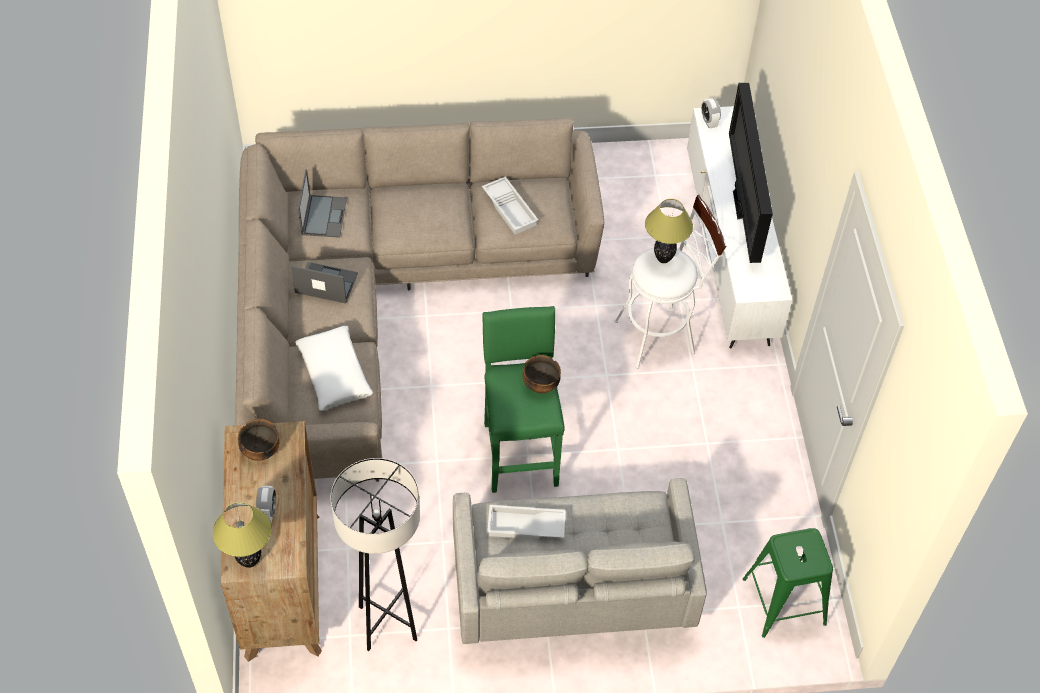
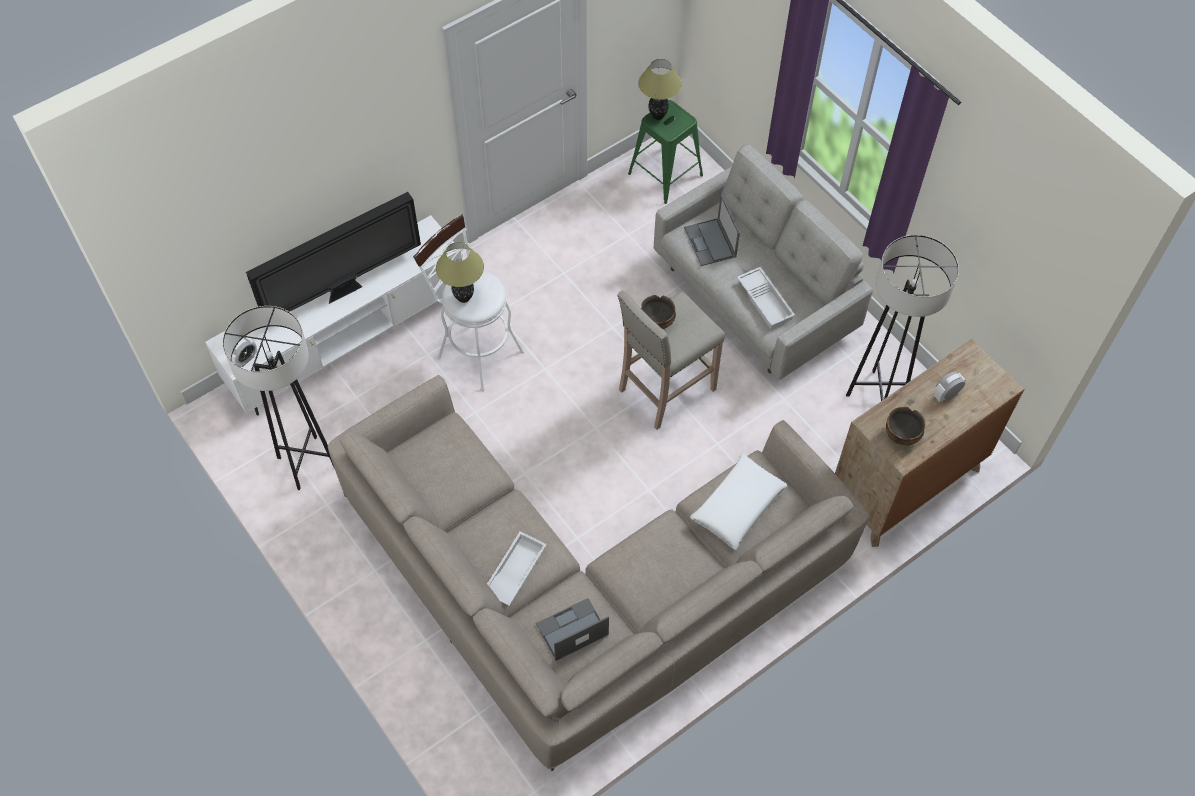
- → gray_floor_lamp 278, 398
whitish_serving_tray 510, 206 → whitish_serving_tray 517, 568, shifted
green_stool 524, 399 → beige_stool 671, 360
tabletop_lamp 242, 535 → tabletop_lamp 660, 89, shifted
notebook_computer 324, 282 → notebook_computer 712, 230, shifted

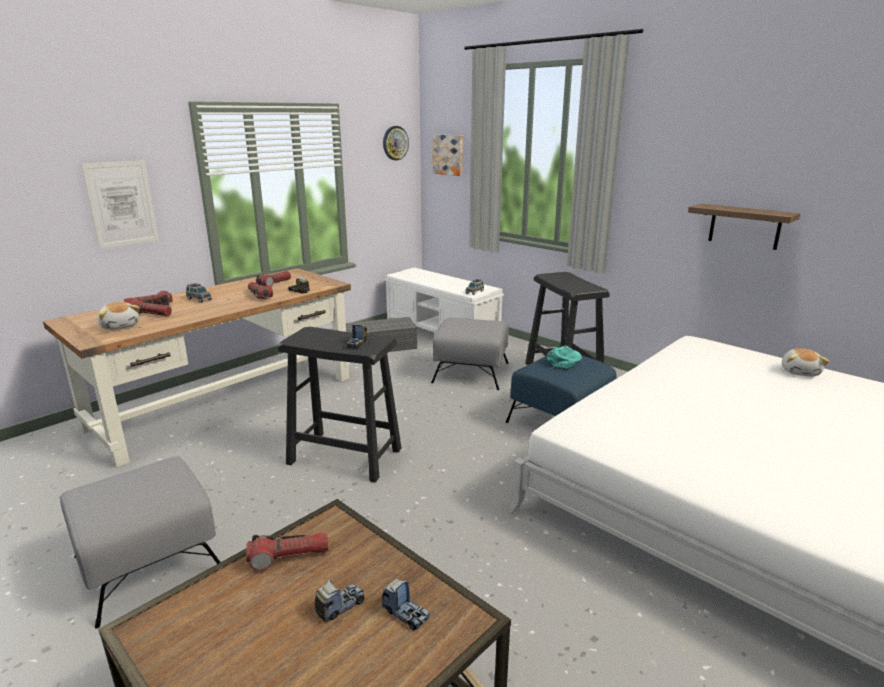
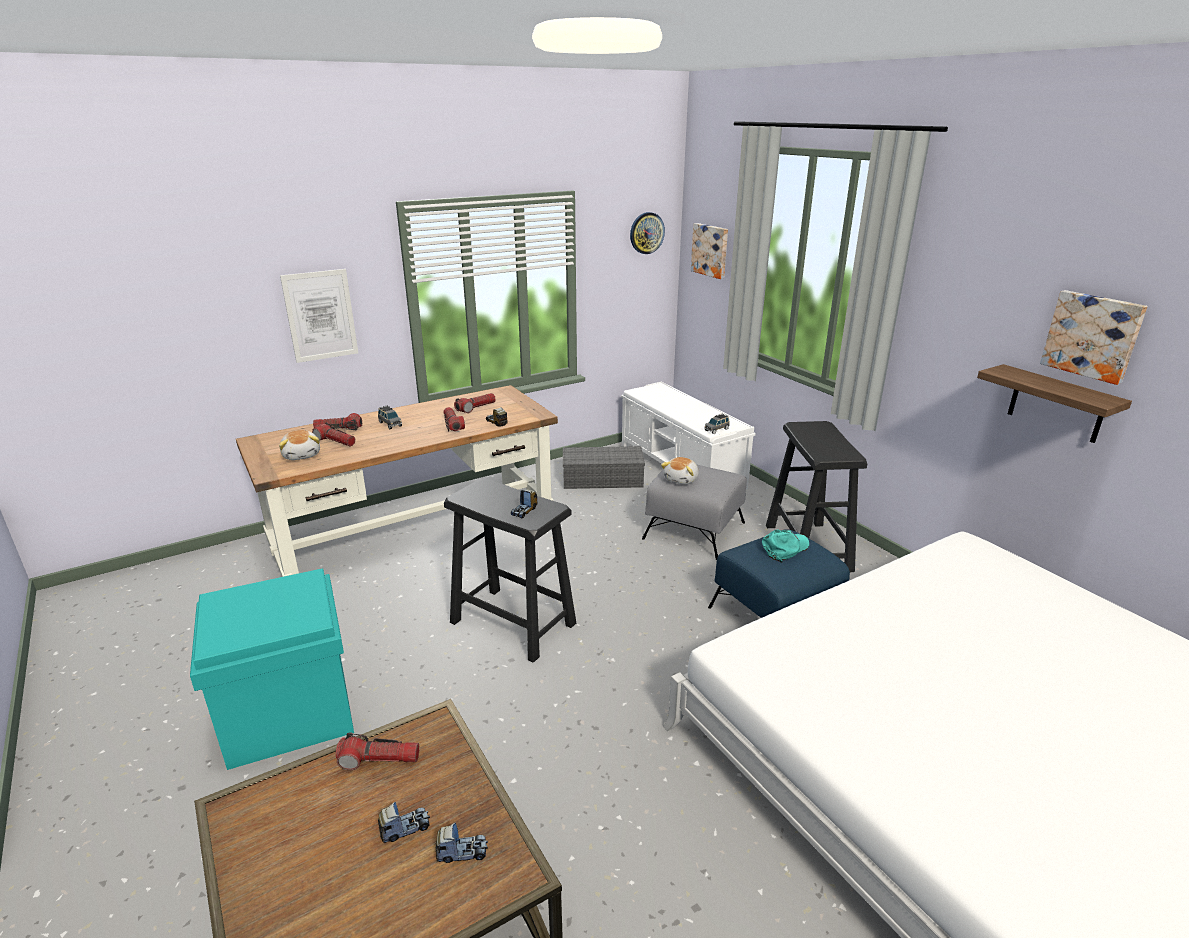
gray_ottoman 140, 542 → turquoise-coloured_storage_box 272, 669
toy_truck 406, 605 → toy_truck 462, 843, 60 degrees counterclockwise
soft_toy 805, 362 → soft_toy 680, 470, shifted
- → picture 1093, 337

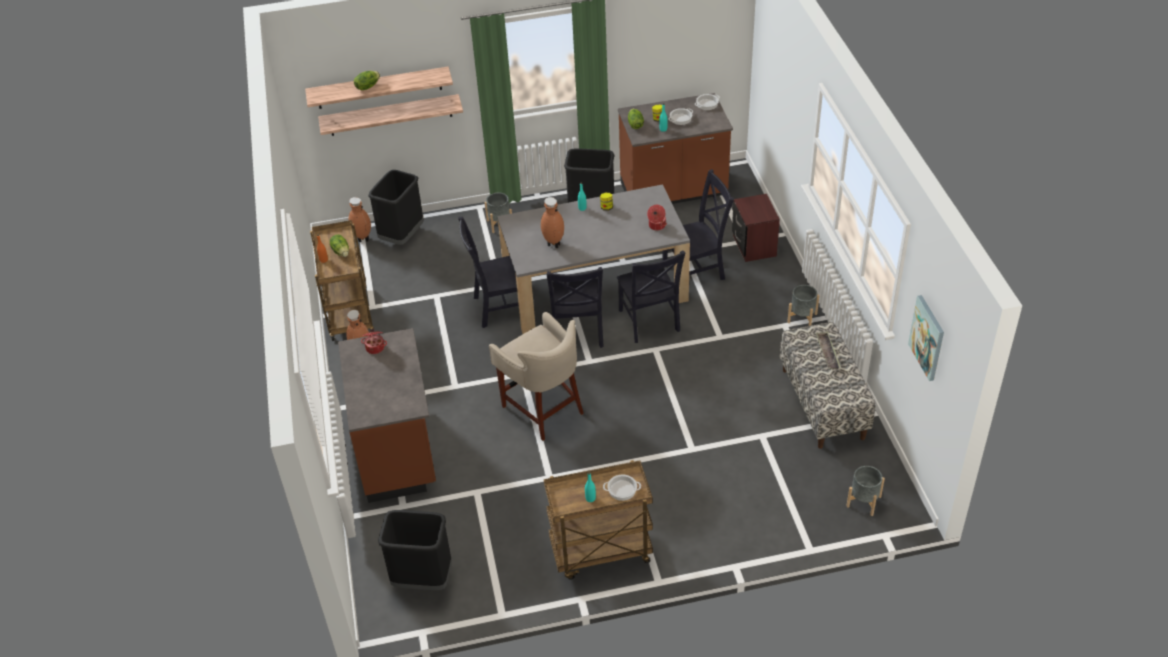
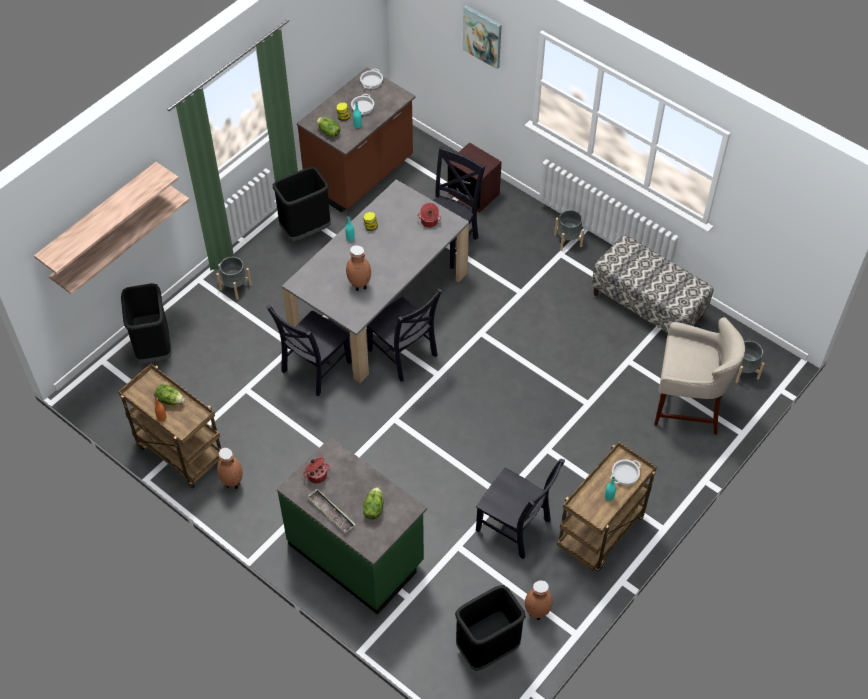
brown-coloured_kitchen_counter 387, 415 → green_kitchen_counter 352, 526
serving_tray 828, 351 → serving_tray 331, 511, shifted
lettuce_head 367, 80 → lettuce_head 373, 503, shifted
picture 926, 338 → picture 482, 37, shifted
black_chair 651, 297 → black_chair 520, 509, shifted
brown-coloured_flower_vase 359, 219 → brown-coloured_flower_vase 539, 600, shifted
beige_stool 536, 376 → beige_stool 699, 376, shifted

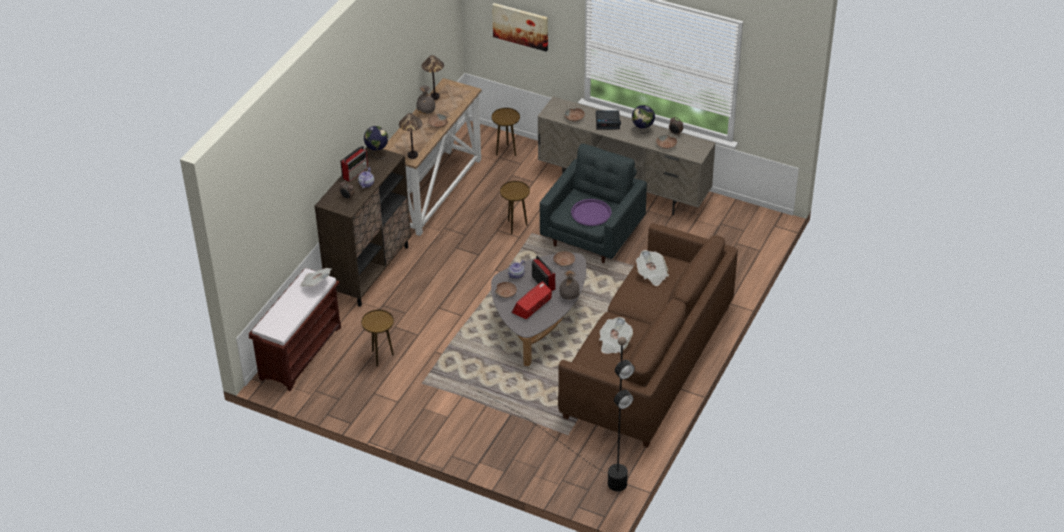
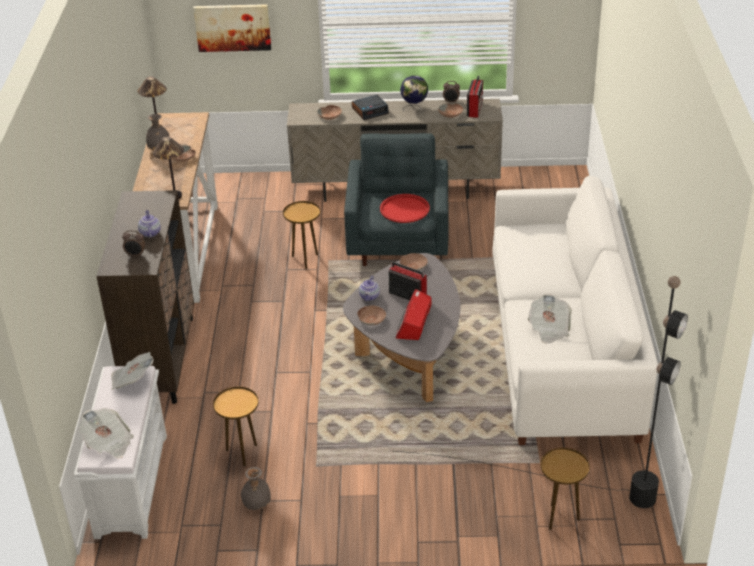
brown-coloured_bench 295, 329 → whitish_bench 120, 452
printed_paper 652, 268 → printed_paper 106, 433, shifted
gray_flower_vase 569, 285 → gray_flower_vase 256, 488, shifted
purplish_serving_tray 591, 212 → red_serving_tray 405, 208
radio_set 354, 163 → radio_set 475, 97, shifted
brown-coloured_settee 648, 335 → whitish_settee 575, 310
brown-coloured_end_table 506, 132 → brown-coloured_end_table 565, 489, shifted
desk_globe 376, 142 → -

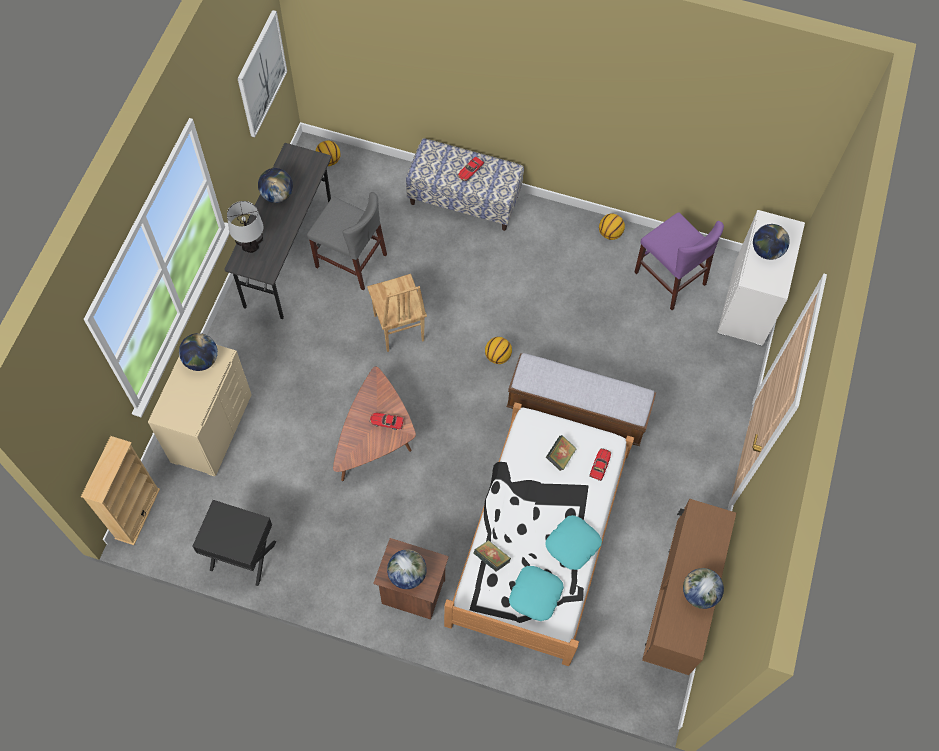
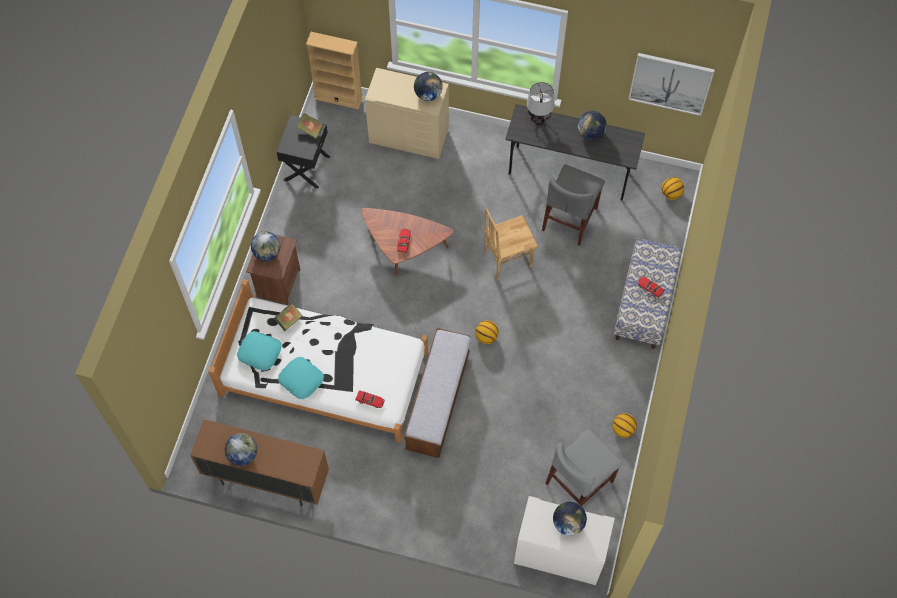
volume 561, 453 → volume 310, 125, shifted
purplish_chair 679, 261 → gray_chair 584, 468

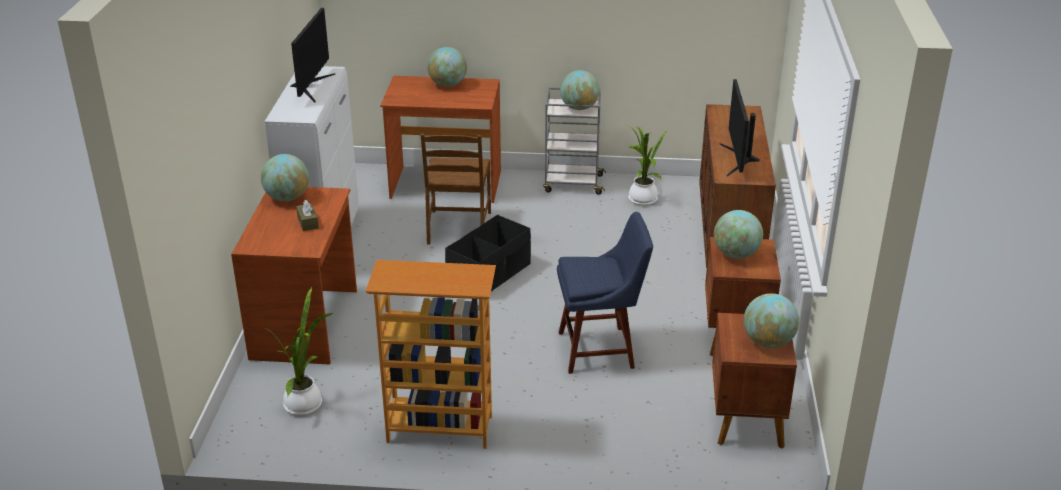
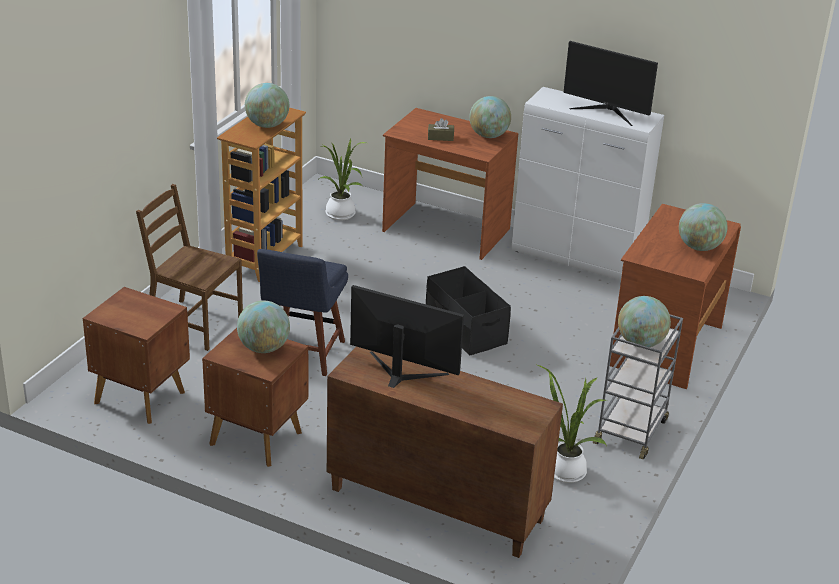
brown-coloured_chair 456, 189 → brown-coloured_chair 189, 267, shifted
desk_globe 771, 320 → desk_globe 267, 105, shifted

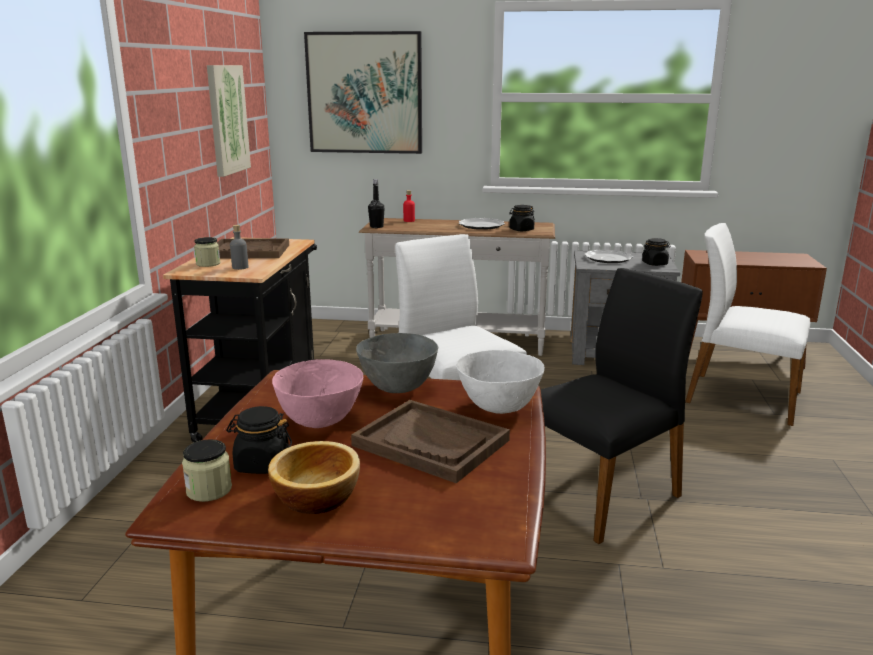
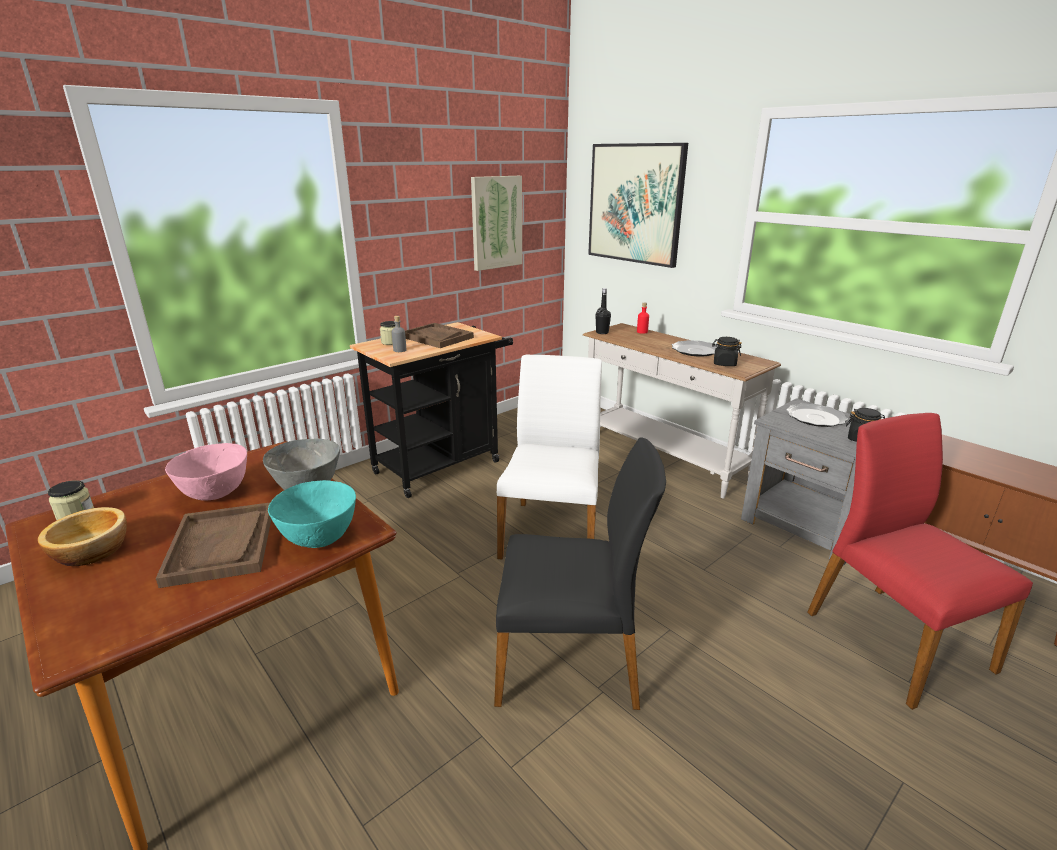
whitish_bowl 500, 382 → turquoise-coloured_bowl 312, 514
whitish_chair 747, 324 → red_chair 920, 561
black_storage_jar 259, 440 → -

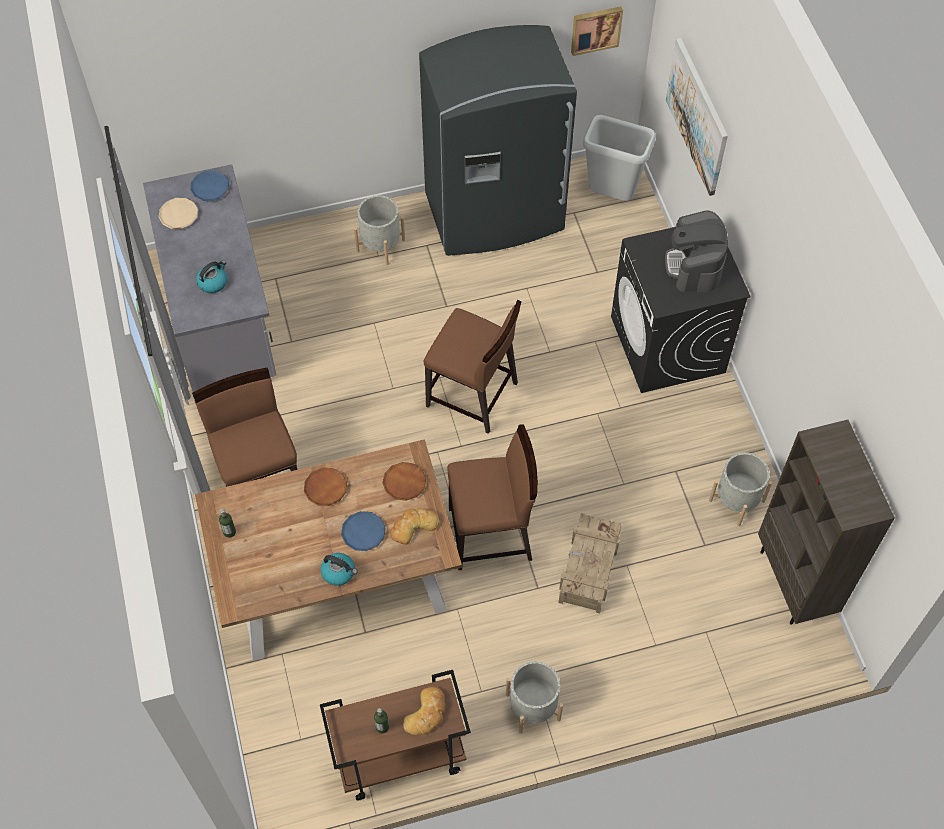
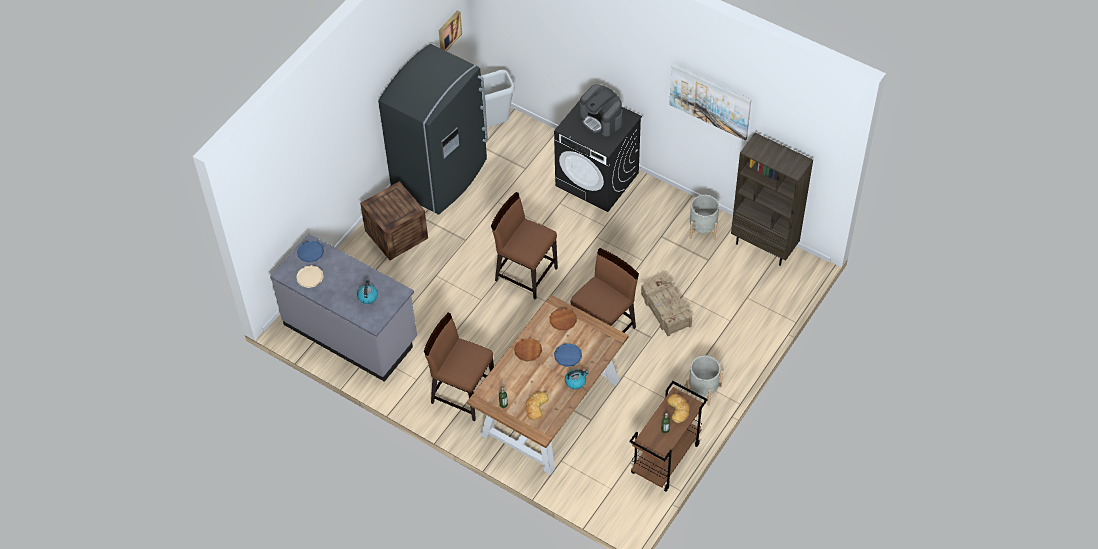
gray_plant_pot 379, 230 → shipping_crate 394, 220
brown-coloured_chair 472, 367 → brown-coloured_chair 524, 246, 135 degrees counterclockwise
bakery_bread 414, 526 → bakery_bread 536, 406, shifted
picture 697, 117 → picture 710, 102, shifted

